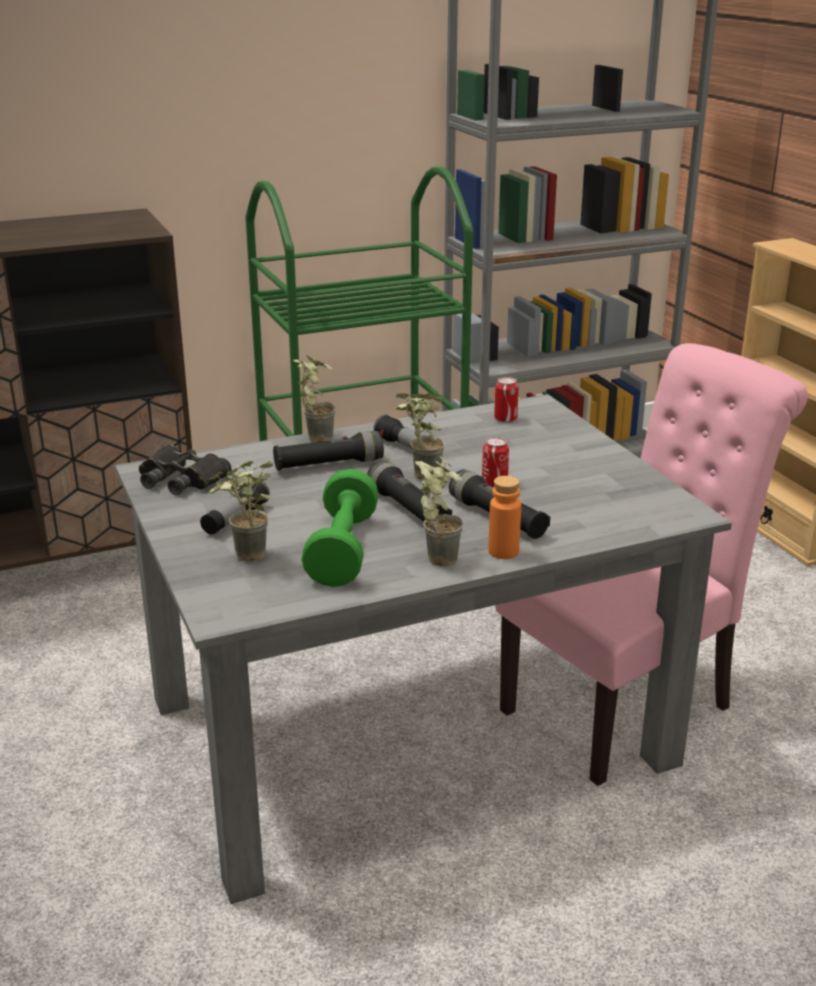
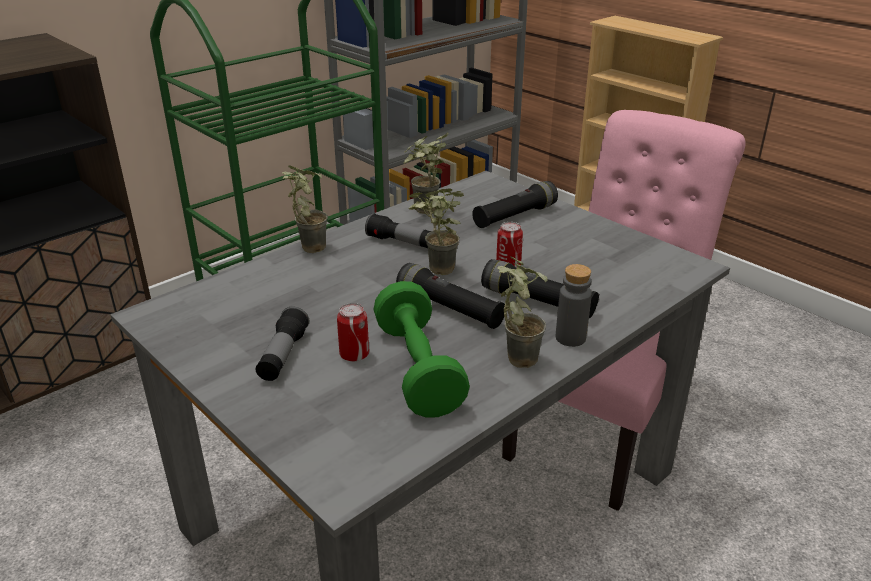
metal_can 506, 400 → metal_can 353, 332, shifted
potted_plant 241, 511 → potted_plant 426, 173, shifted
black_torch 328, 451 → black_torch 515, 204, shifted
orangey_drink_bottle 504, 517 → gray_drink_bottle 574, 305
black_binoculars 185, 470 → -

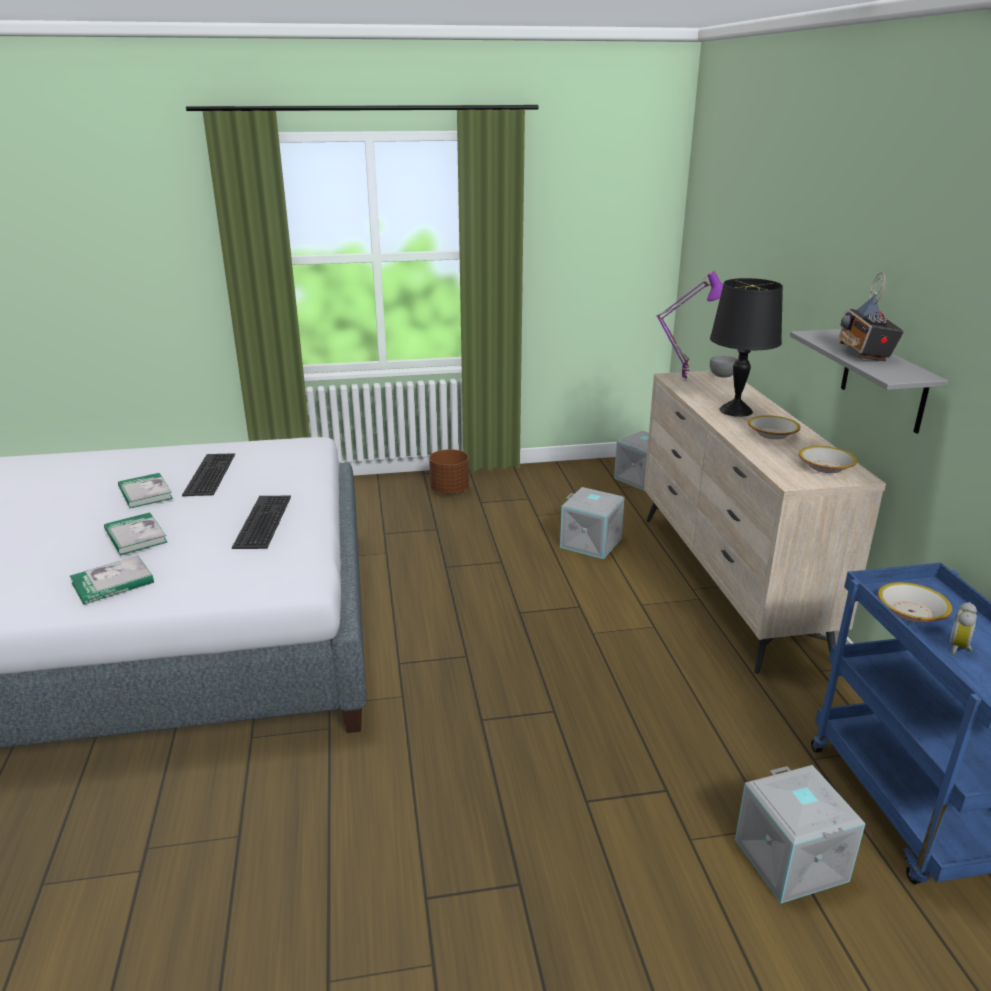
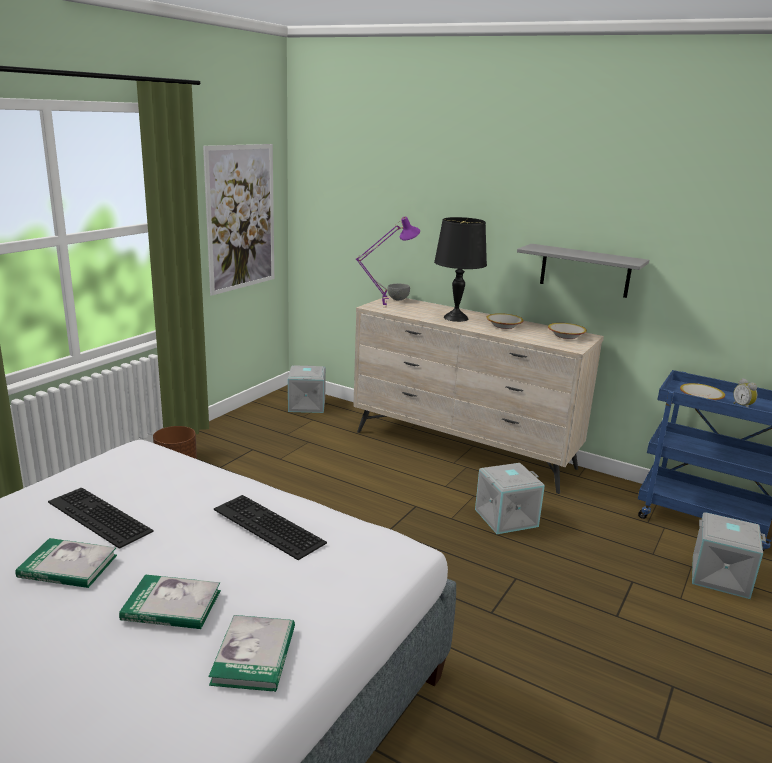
- → picture 238, 220
gray_storage_box 592, 523 → gray_storage_box 510, 498, shifted
radio_set 871, 317 → -

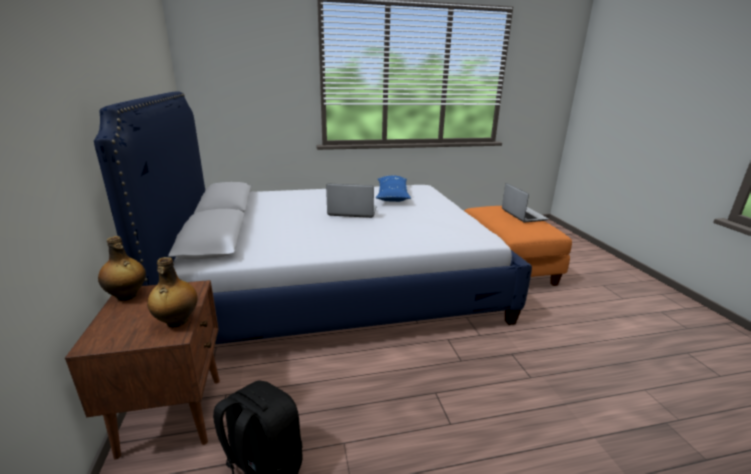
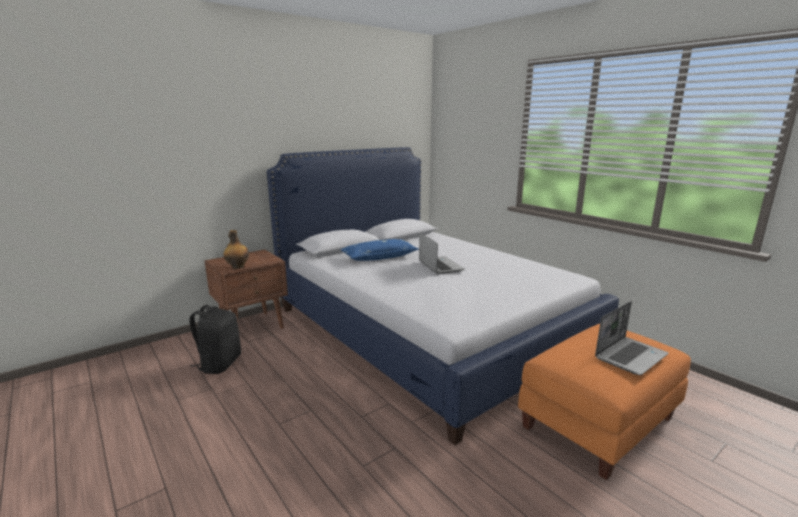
bluish_pillow 393, 189 → bluish_pillow 379, 250, shifted
drink_bottle 122, 268 → -

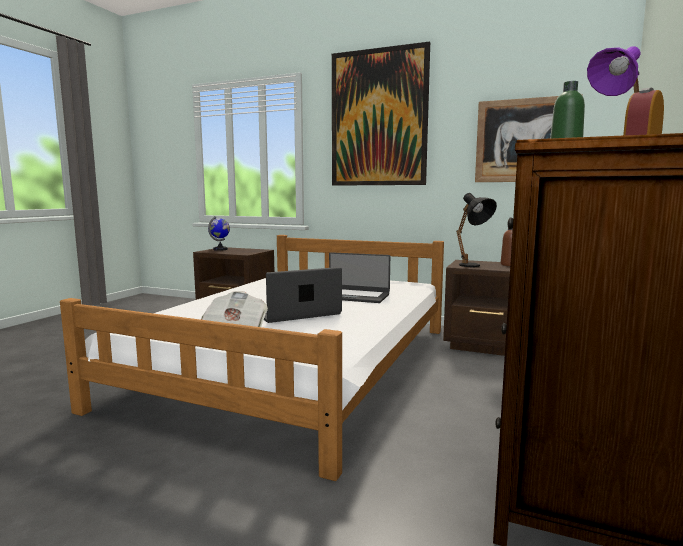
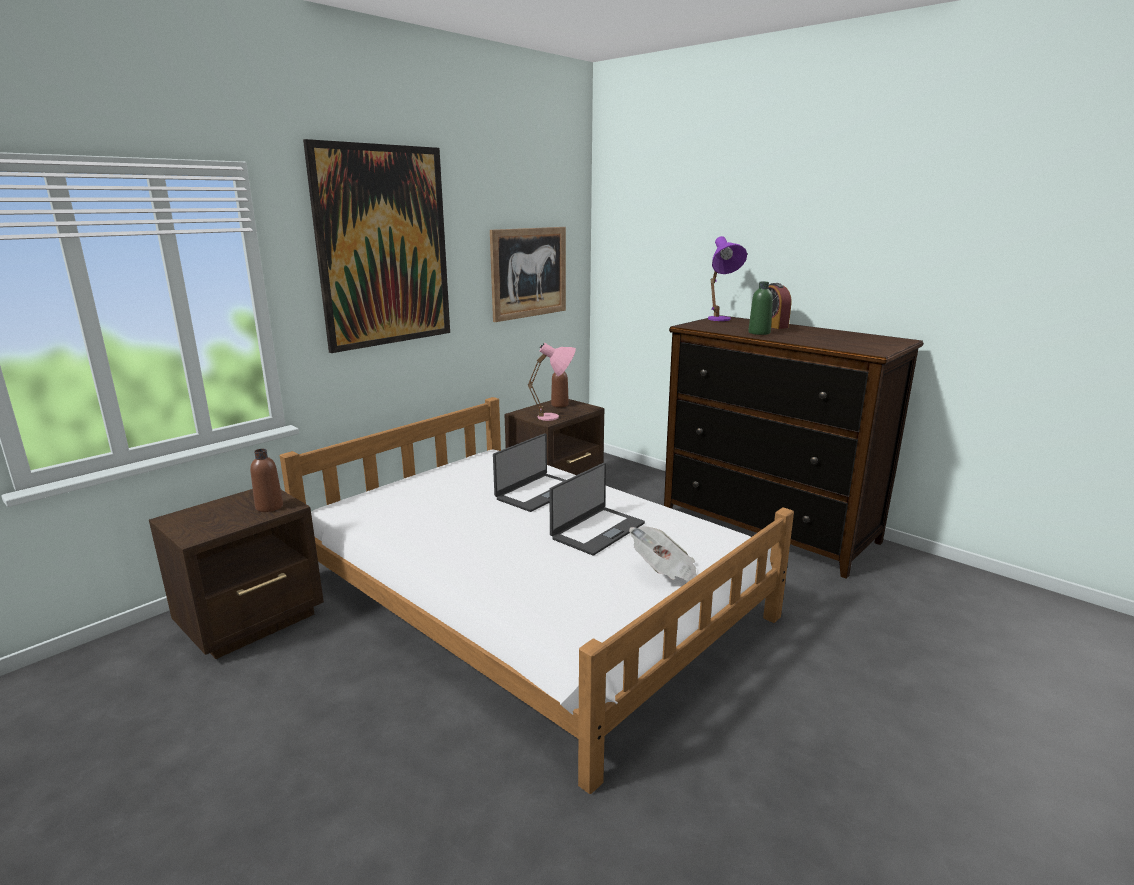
- → brown-coloured_drink_bottle 266, 480
black_tabletop_lamp 476, 230 → pink_tabletop_lamp 552, 382
notebook_computer 303, 295 → notebook_computer 597, 509, 135 degrees counterclockwise
desk_globe 219, 233 → -

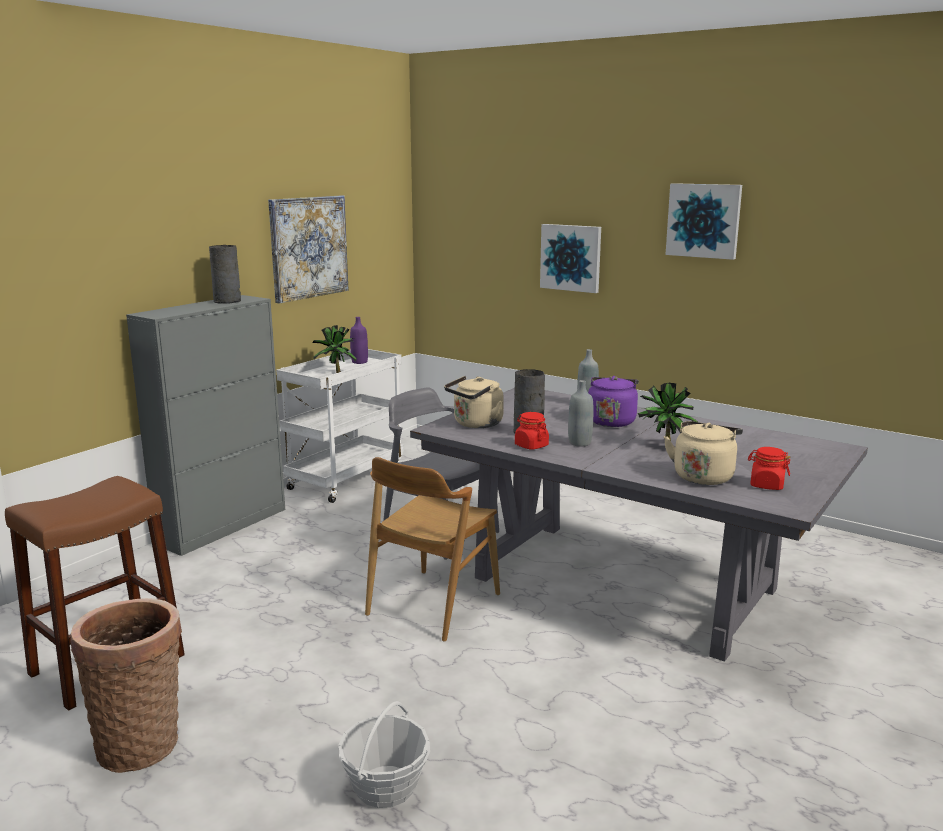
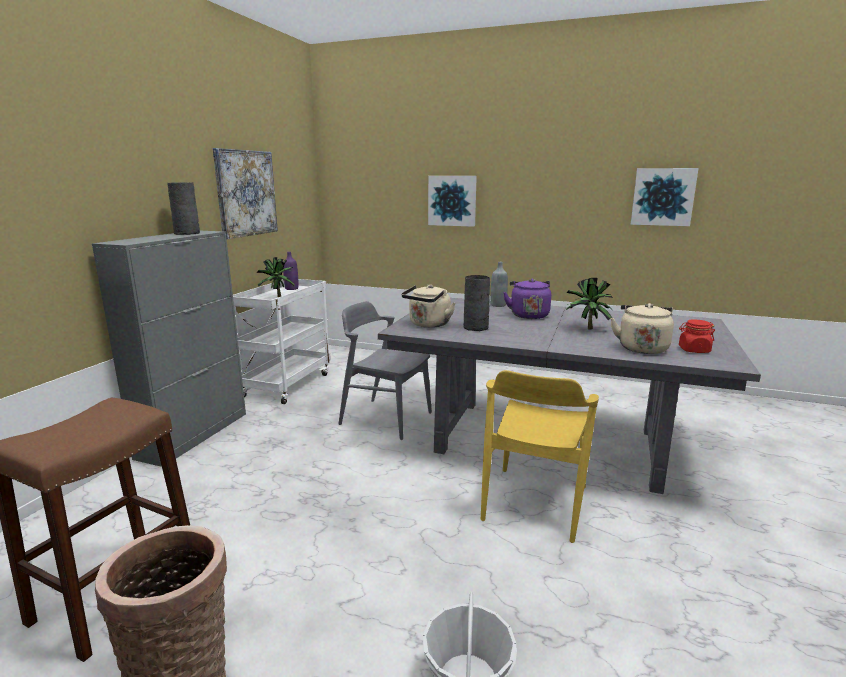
- → yellow_chair 540, 456
picture 704, 221 → picture 665, 197, shifted
brown-coloured_chair 432, 549 → -
red_storage_jar 532, 431 → -
gray_drink_bottle 580, 413 → -

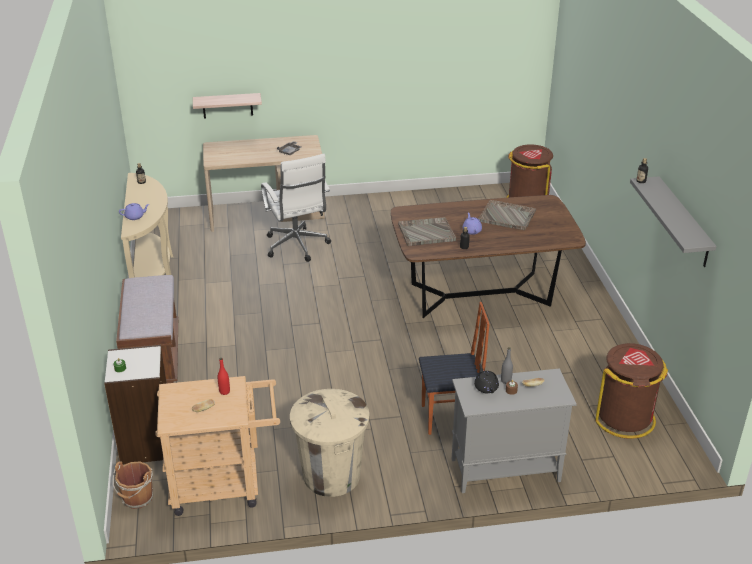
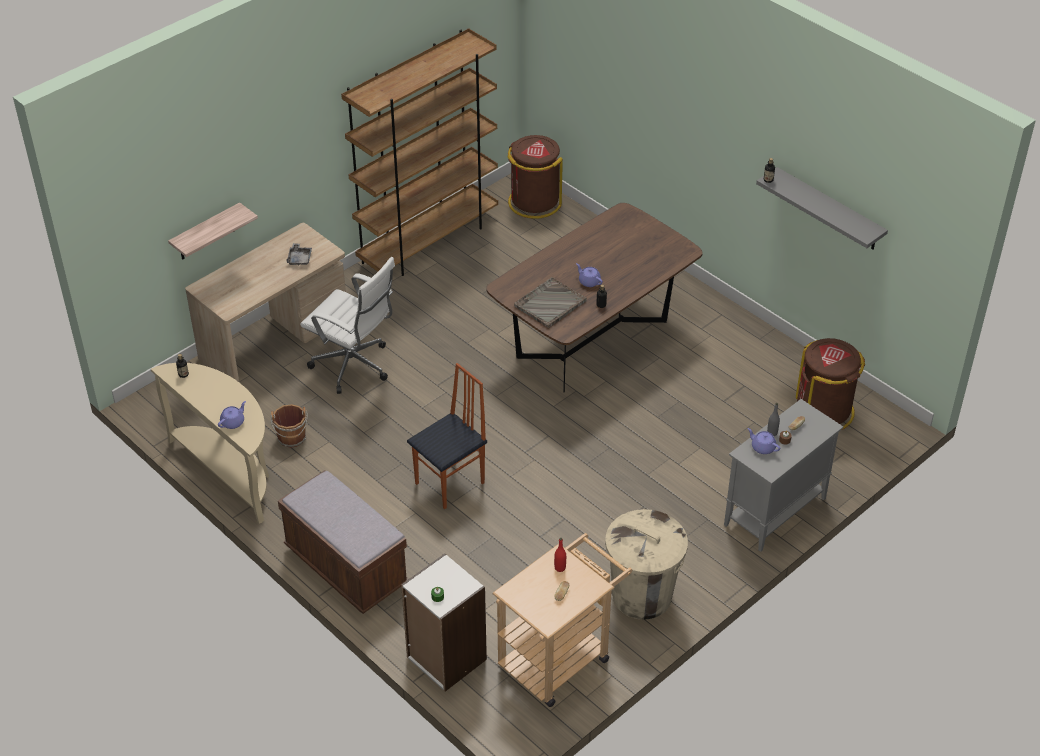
brown-coloured_pail 133, 485 → brown-coloured_pail 289, 426, shifted
- → brown-coloured_bookshelf 419, 152
chair 454, 368 → chair 447, 436, shifted
black_teapot 486, 378 → purplish_teapot 763, 441
gray_serving_tray 507, 215 → -

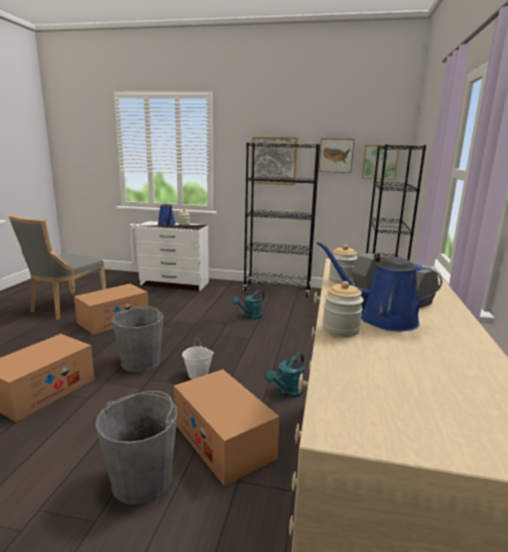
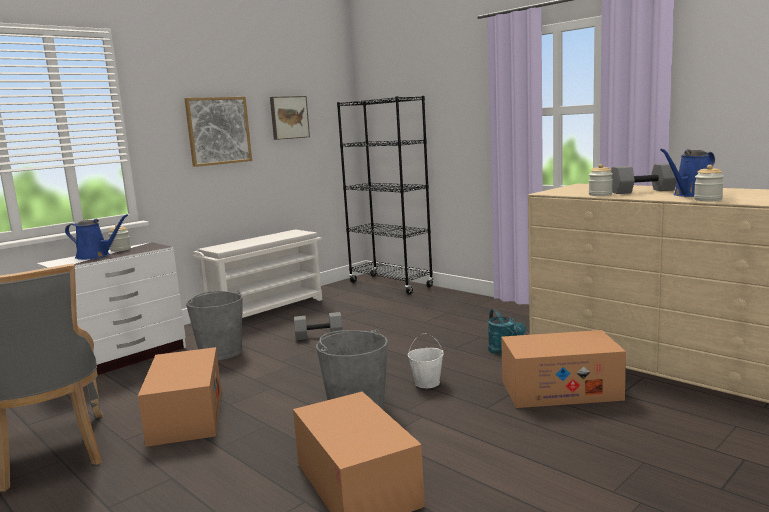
gray_pail 136, 448 → gray_pail 214, 325, shifted
black_bookshelf 281, 219 → whitish_shoe_rack 257, 274
turquoise-coloured_sprinkling_can 248, 304 → gray_dumbbell 318, 326
picture 381, 162 → -

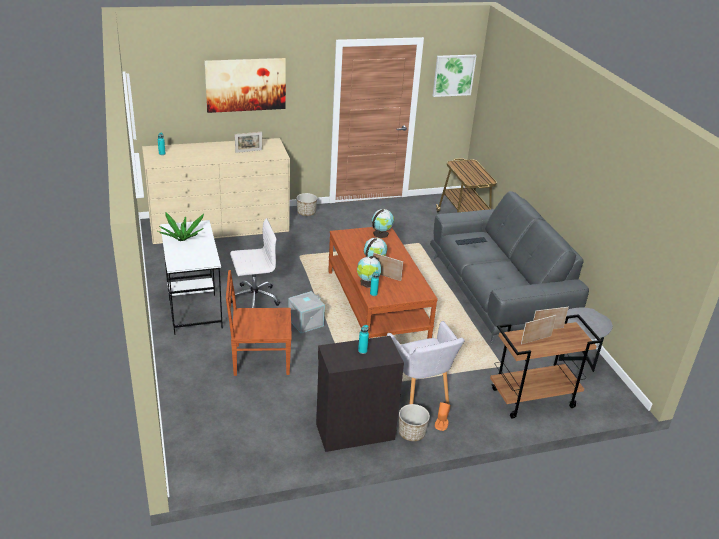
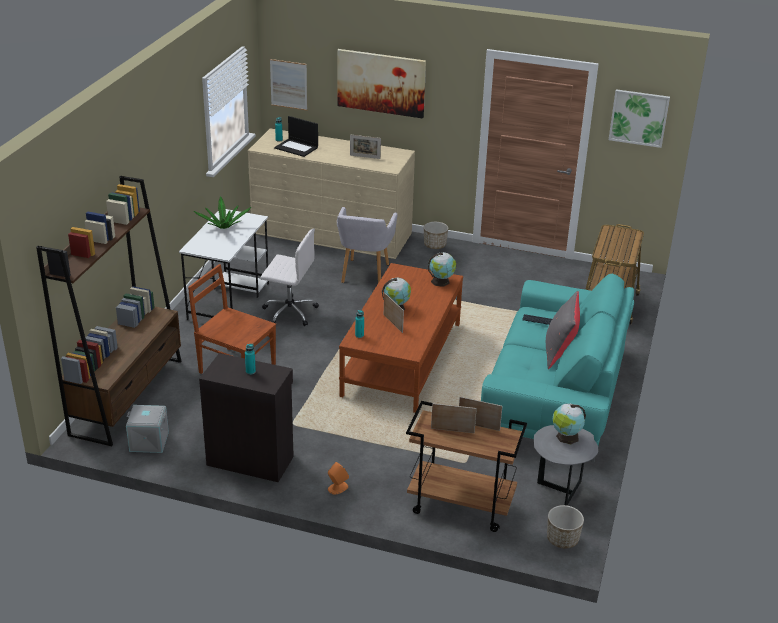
- → brown-coloured_bookshelf 108, 311
gray_storage_box 306, 312 → gray_storage_box 147, 429, shifted
- → picture 288, 85
- → notebook_computer 296, 136
gray_lounge_chair 426, 362 → gray_lounge_chair 367, 245, shifted
gray_settee 509, 267 → turquoise-coloured_settee 557, 367
- → gray_pillow 563, 330
plant_pot 414, 422 → plant_pot 565, 526, shifted
desk_globe 369, 272 → desk_globe 569, 424, shifted

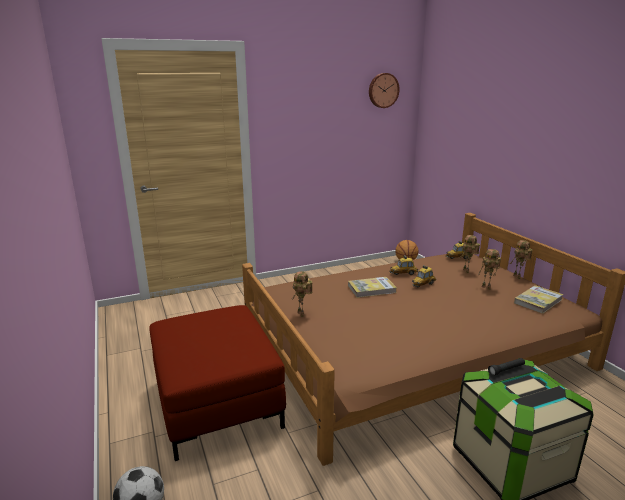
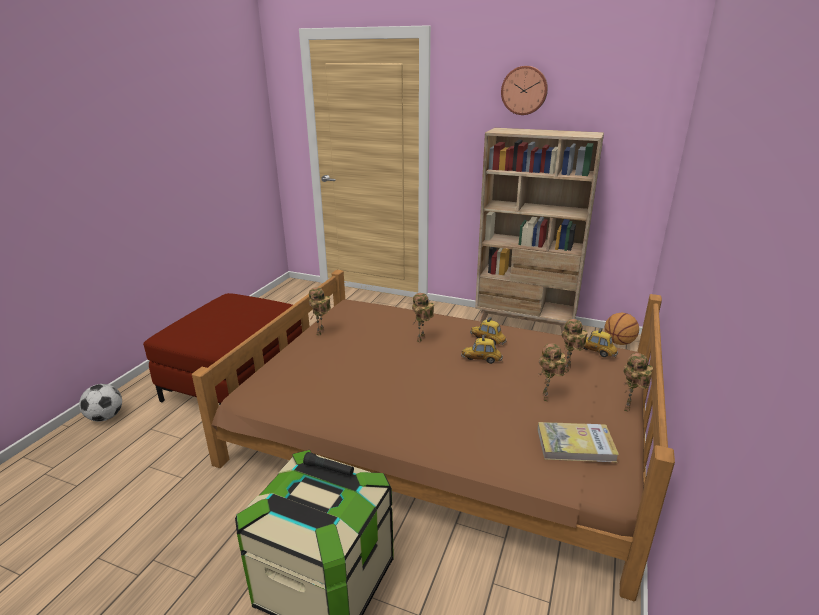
volume 372, 287 → toy_robot 423, 317
- → beige_bookshelf 539, 230
clock_on_the_wall 384, 90 → clock_on_the_wall 524, 90, shifted

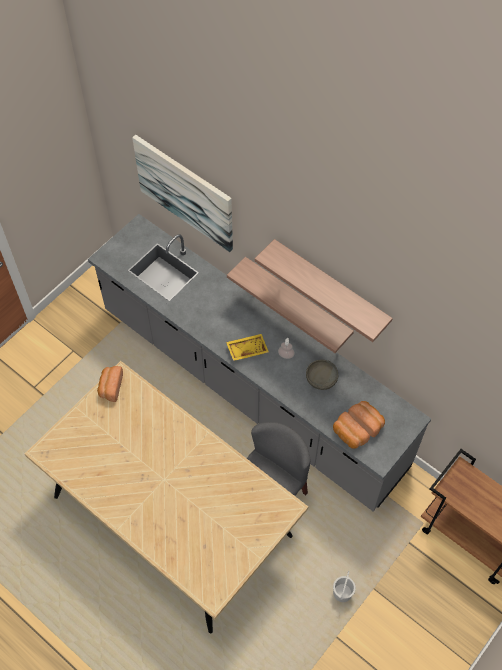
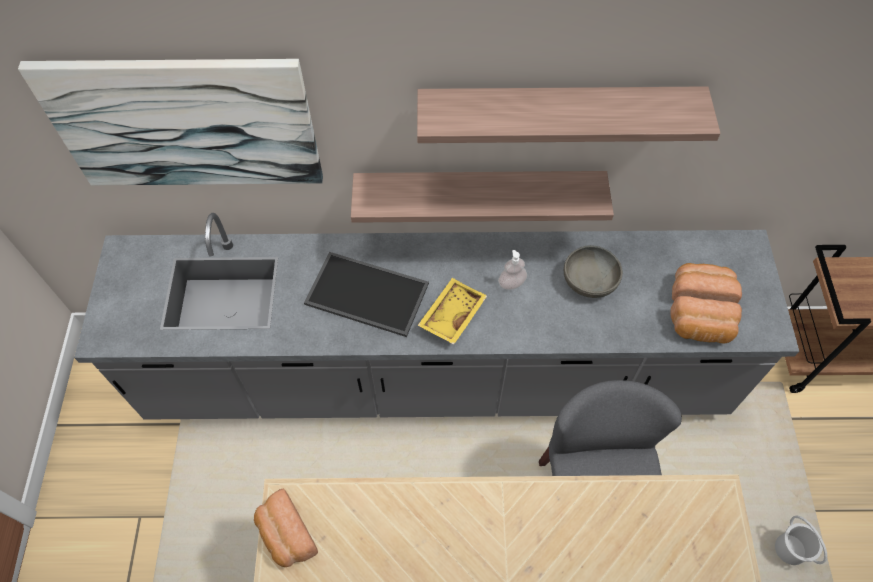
- → serving_tray 366, 294

